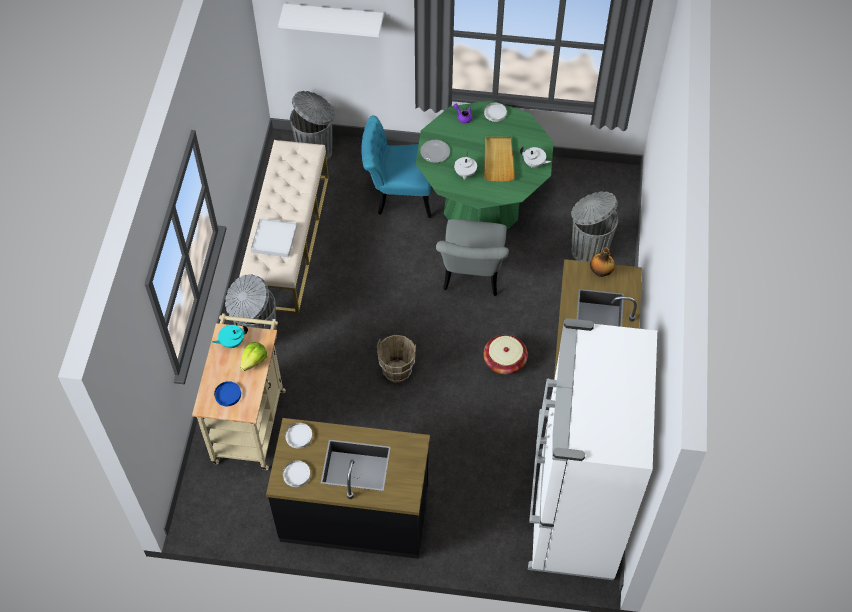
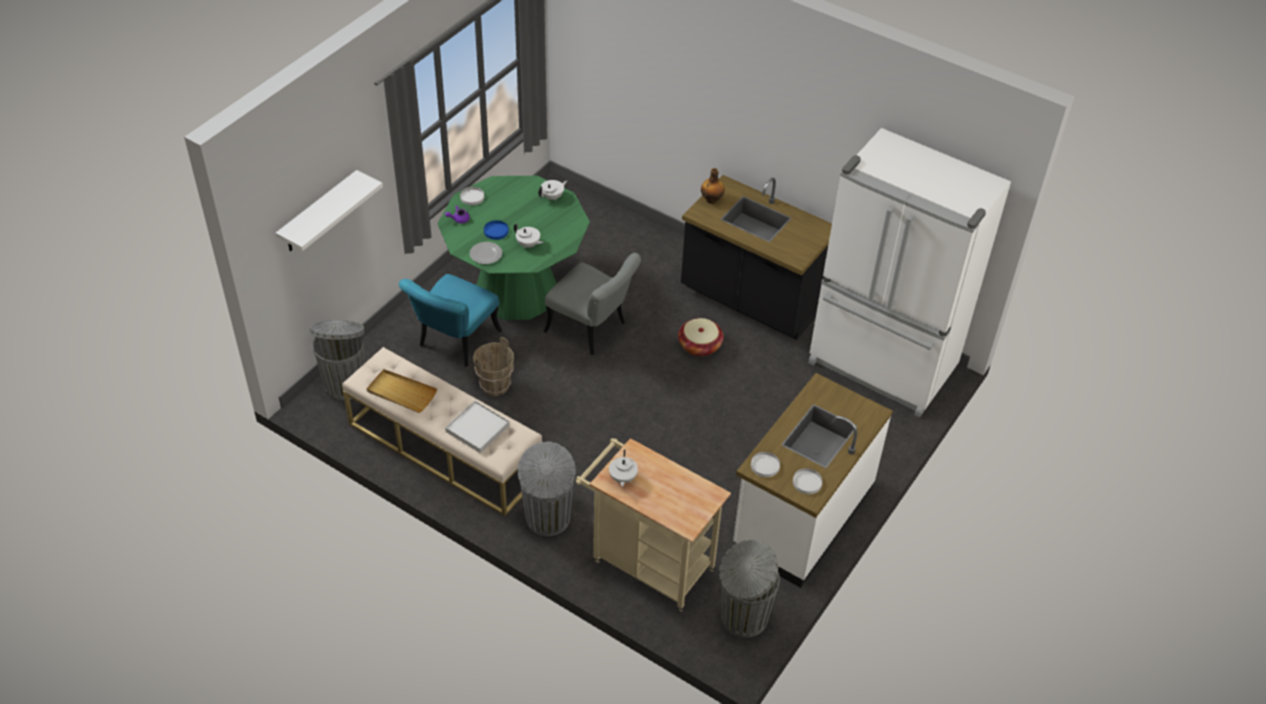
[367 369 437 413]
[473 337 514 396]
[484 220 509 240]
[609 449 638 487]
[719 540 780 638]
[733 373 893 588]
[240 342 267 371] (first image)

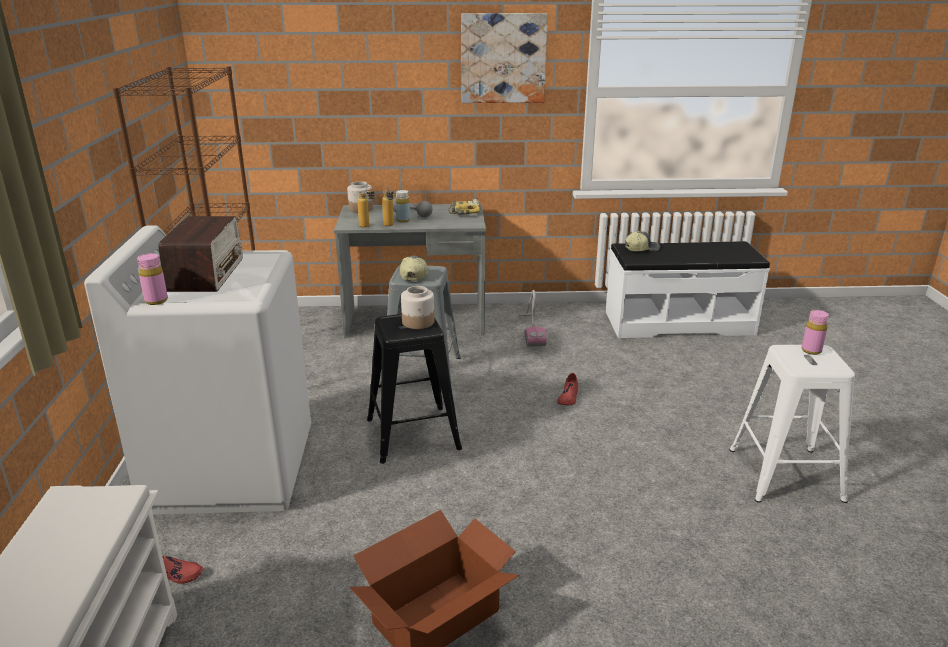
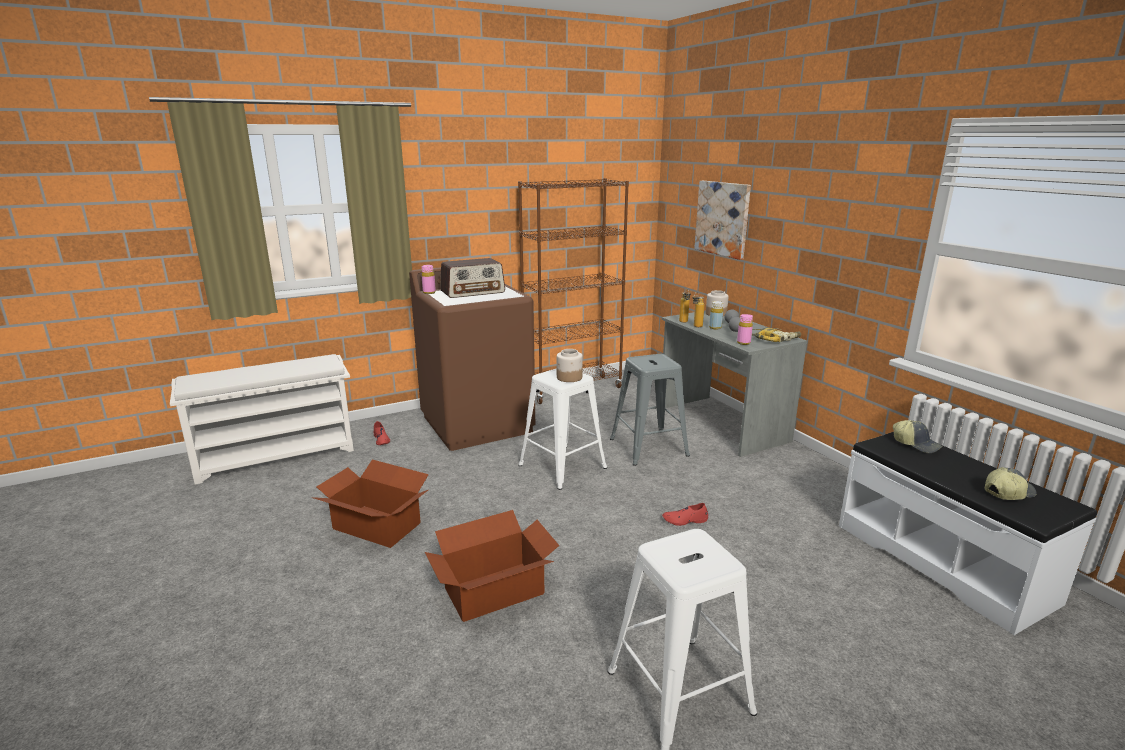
[409 267 535 451]
[425 510 559 622]
[518 368 607 490]
[694 181 751 260]
[737 314 753 345]
[985 467 1037 500]
[518 290 547 346] (first image)

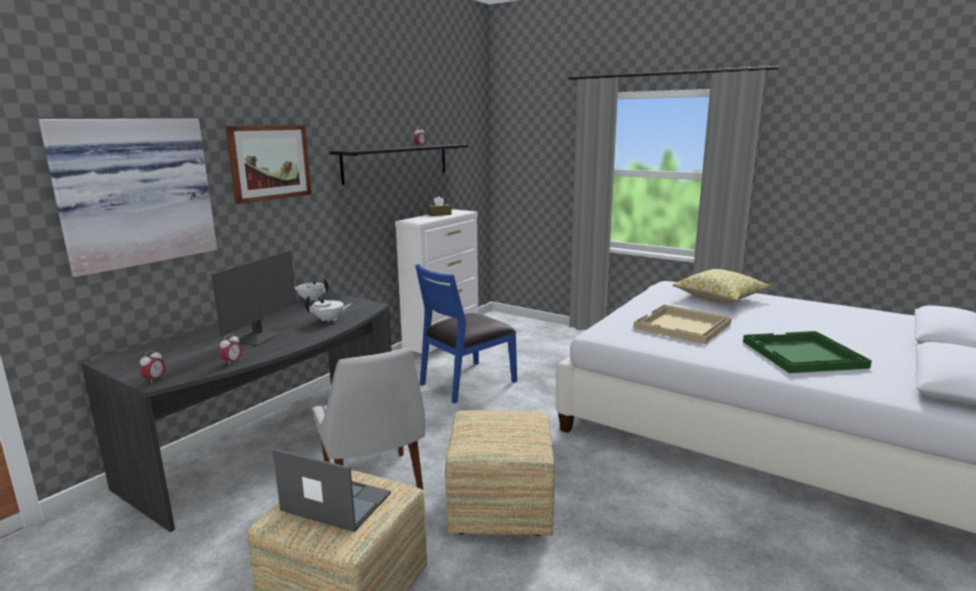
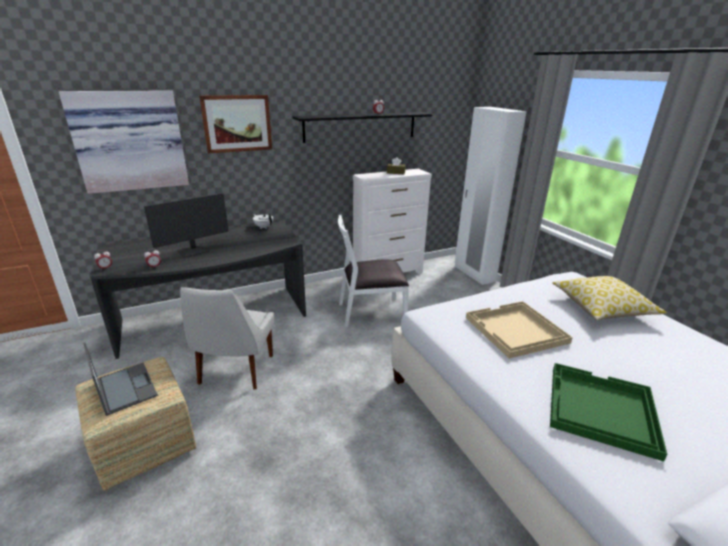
[338 215 409 328]
[455 107 527 285]
[305 295 352 323] (first image)
[445 410 555 536] (first image)

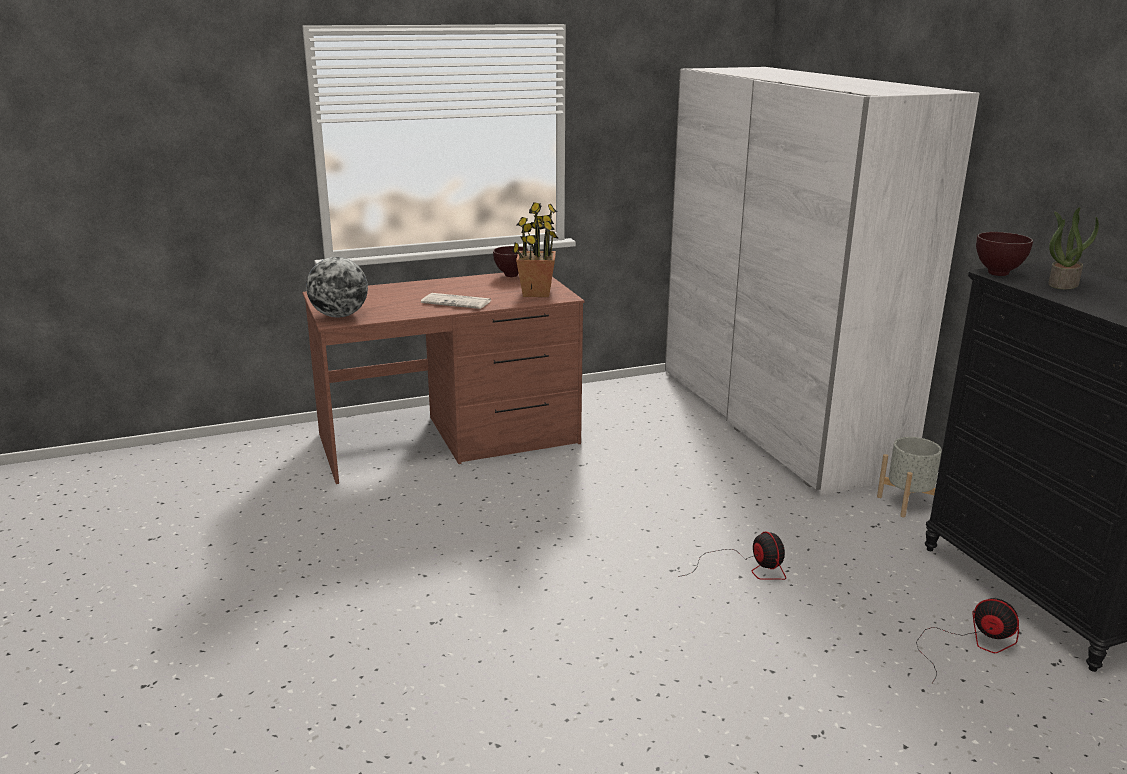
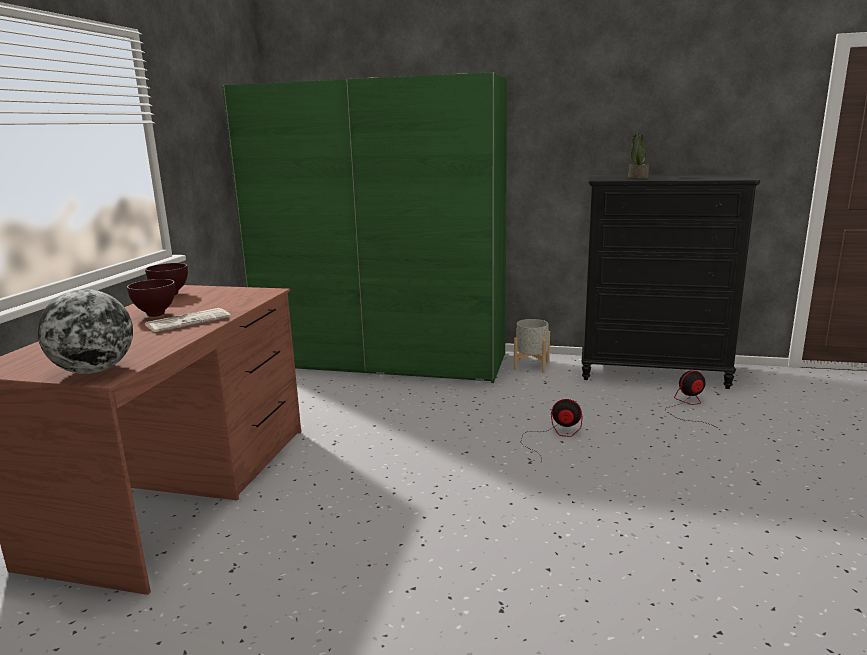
[127 279 175 317]
[222 72 507 383]
[512 202 559 297] (first image)

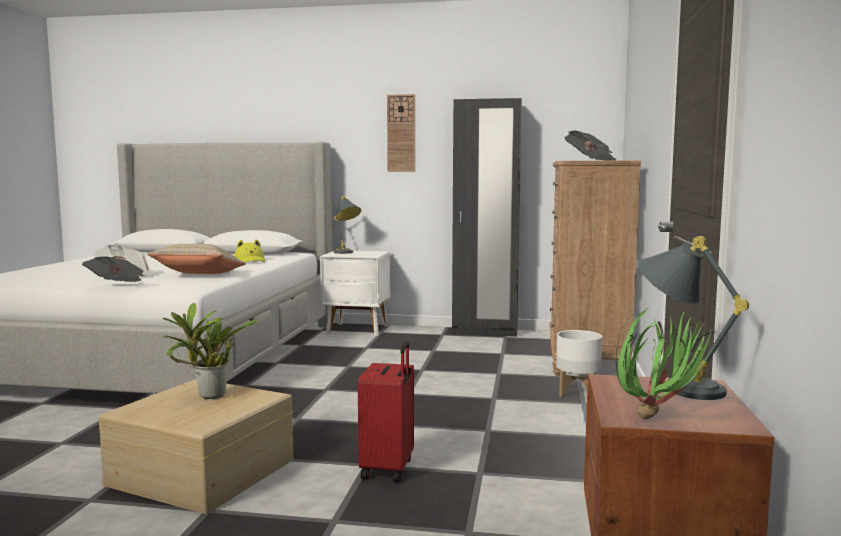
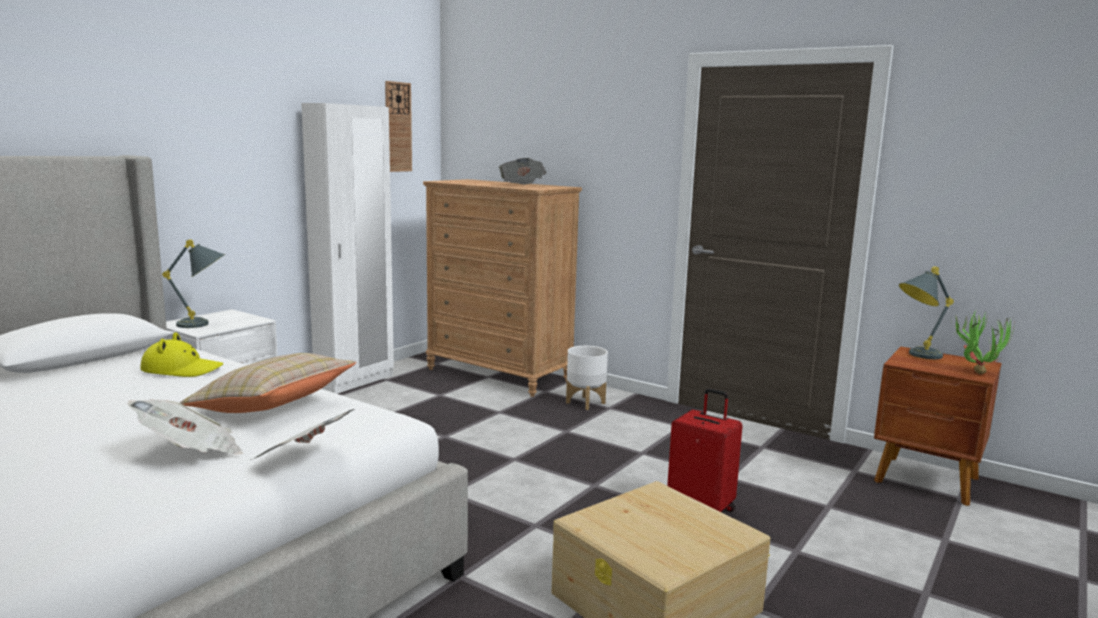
[301 103 394 394]
[385 81 412 172]
[163 303 258 399] (first image)

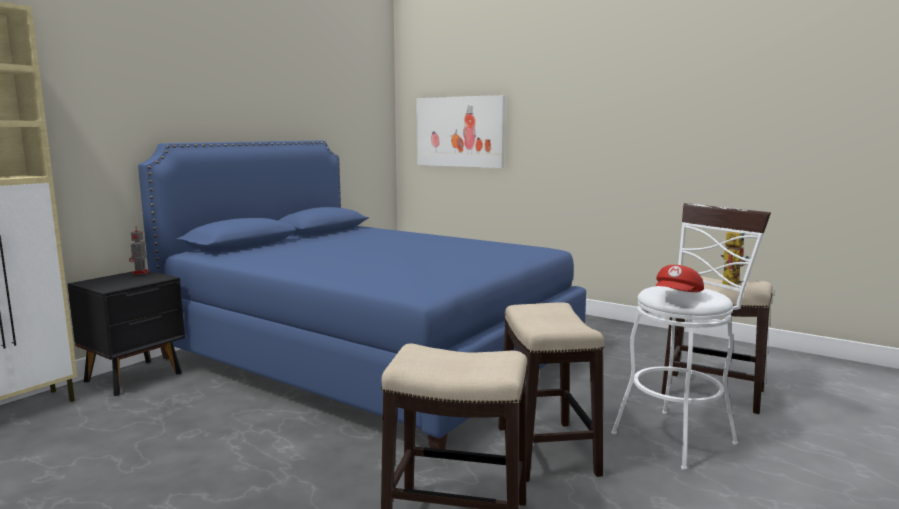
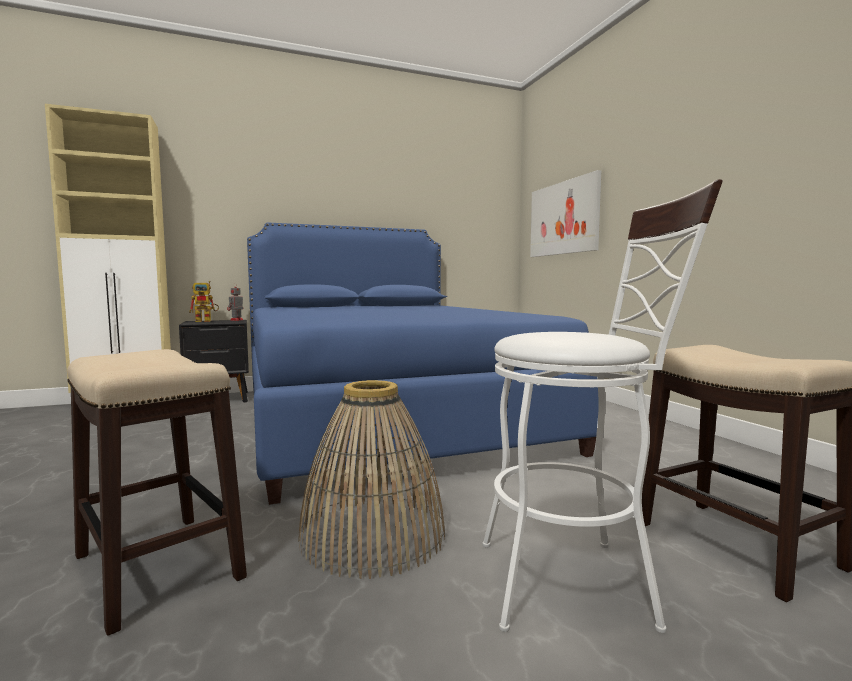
[189 281 219 322]
[299 380 445 579]
[655 265 704 292] (first image)

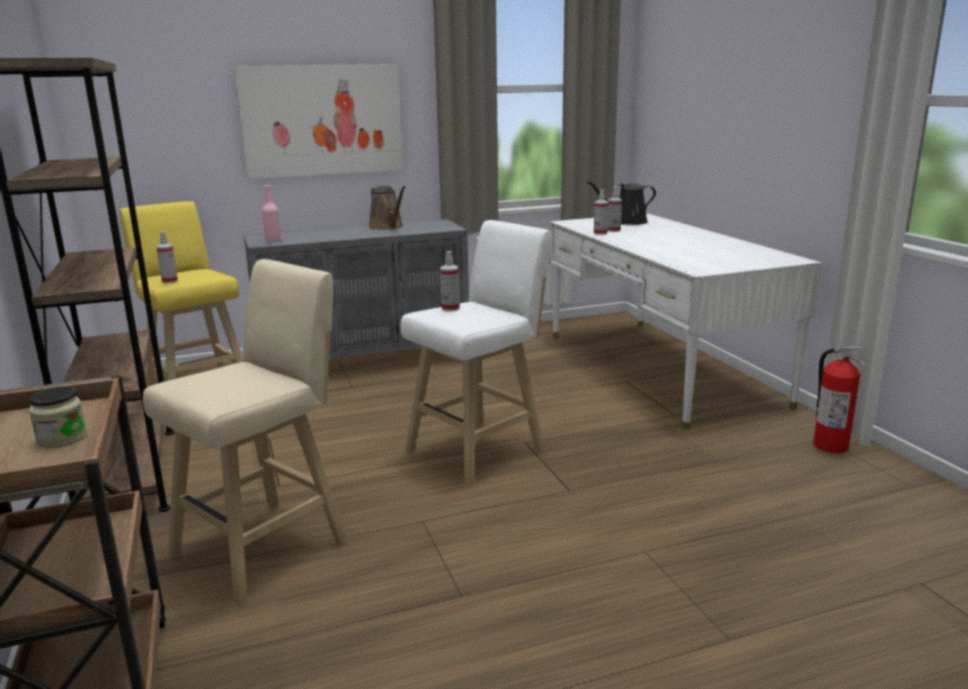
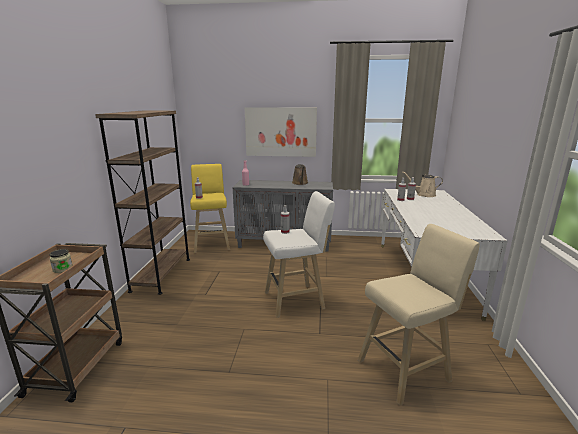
[358 224 480 405]
[403 172 443 197]
[813 347 866 453] (first image)

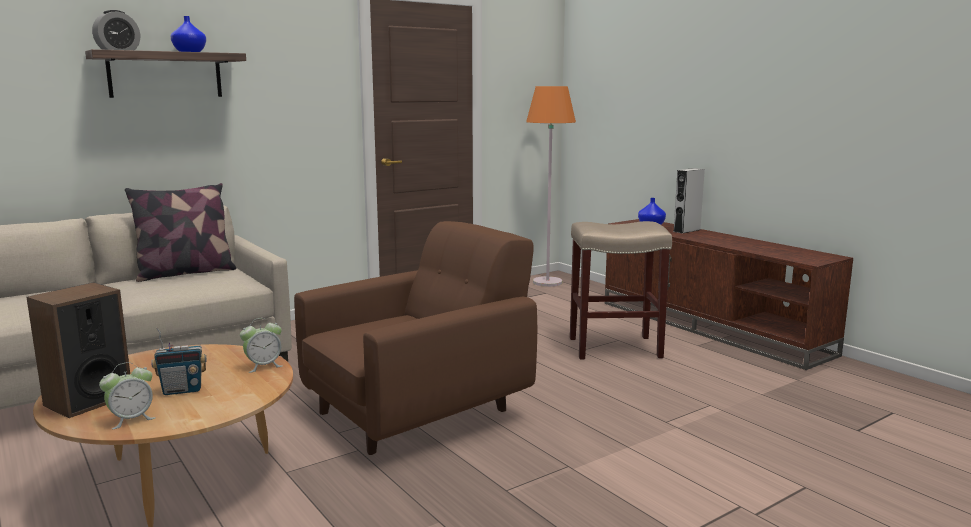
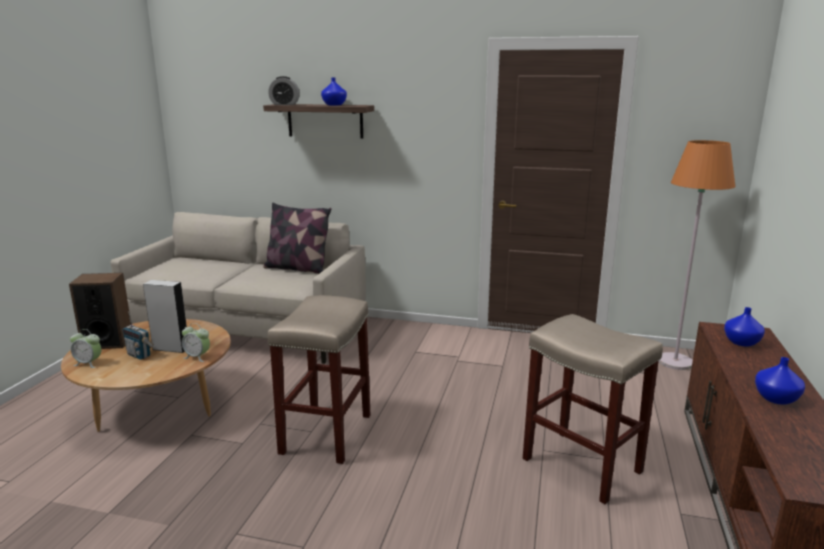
[143 280 187 353]
[267 295 370 464]
[755 357 805 405]

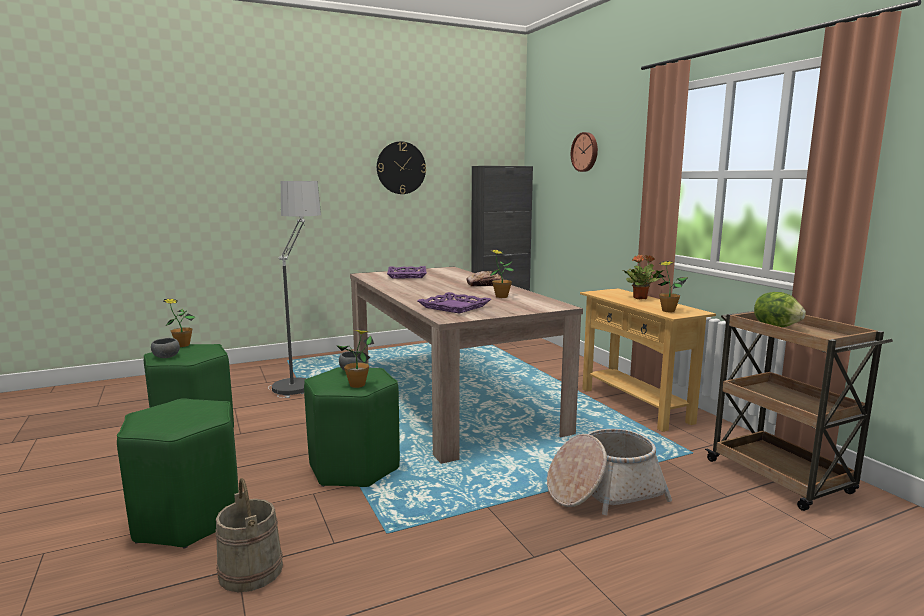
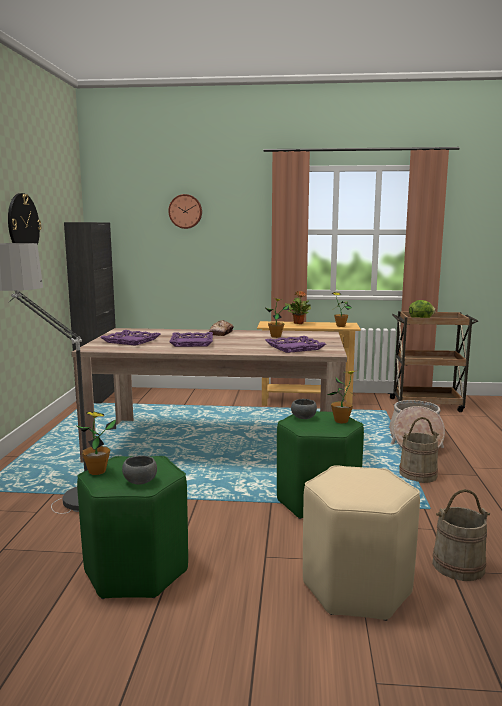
[169 332 213 347]
[303 465 420 621]
[399 417 439 483]

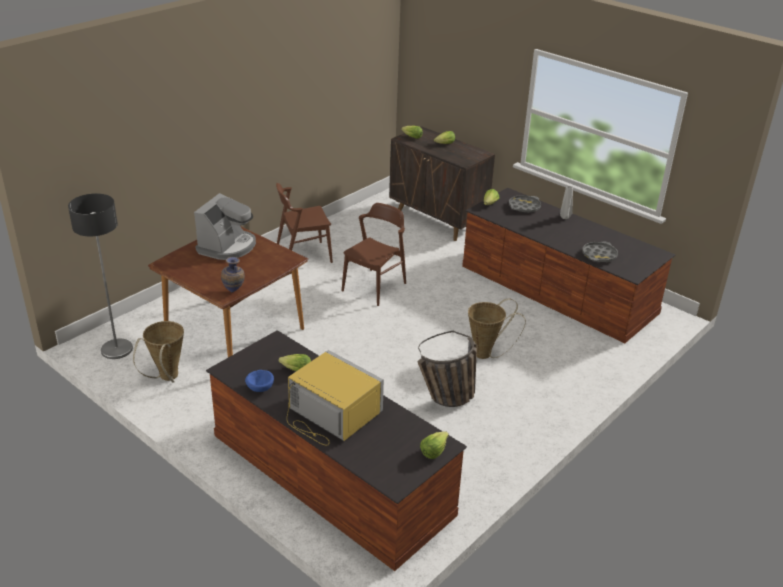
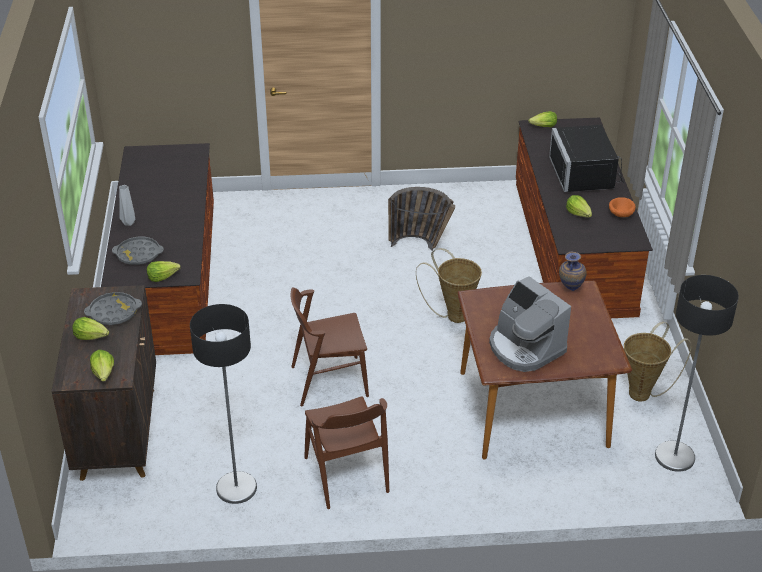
[84 292 142 325]
[190 304 257 504]
[304 396 389 509]
[416 248 482 323]
[489 276 571 372]
[549 125 625 192]
[609 197 636 217]

